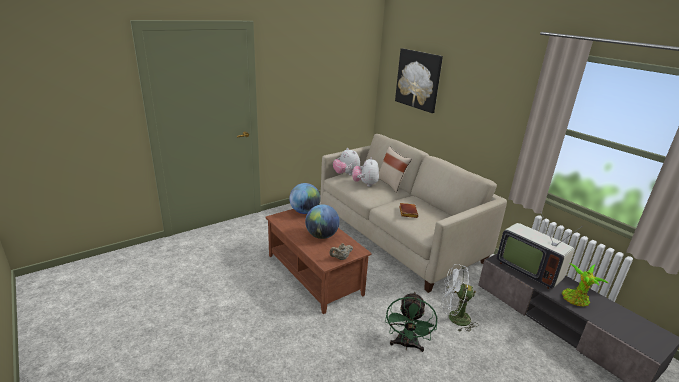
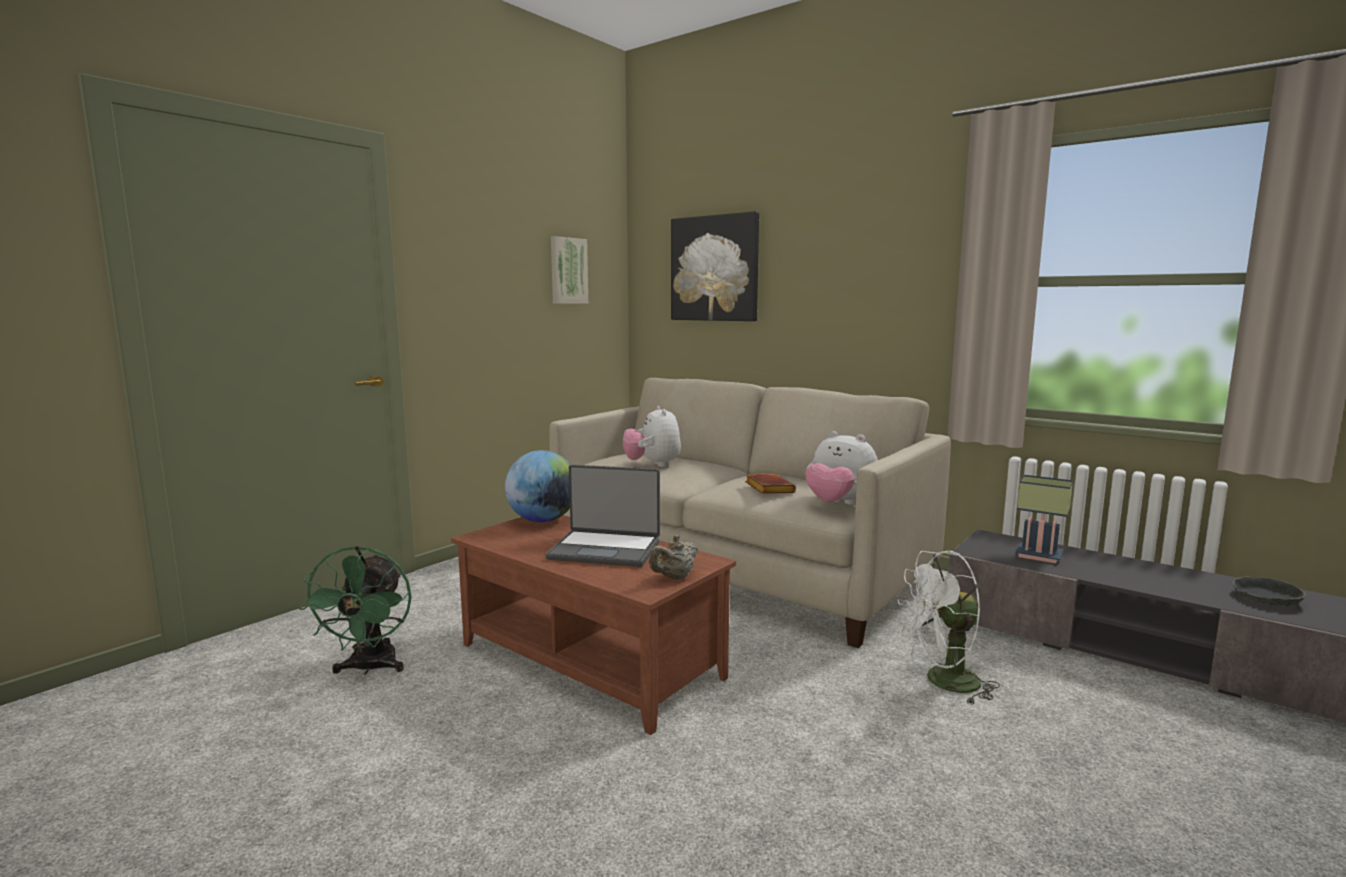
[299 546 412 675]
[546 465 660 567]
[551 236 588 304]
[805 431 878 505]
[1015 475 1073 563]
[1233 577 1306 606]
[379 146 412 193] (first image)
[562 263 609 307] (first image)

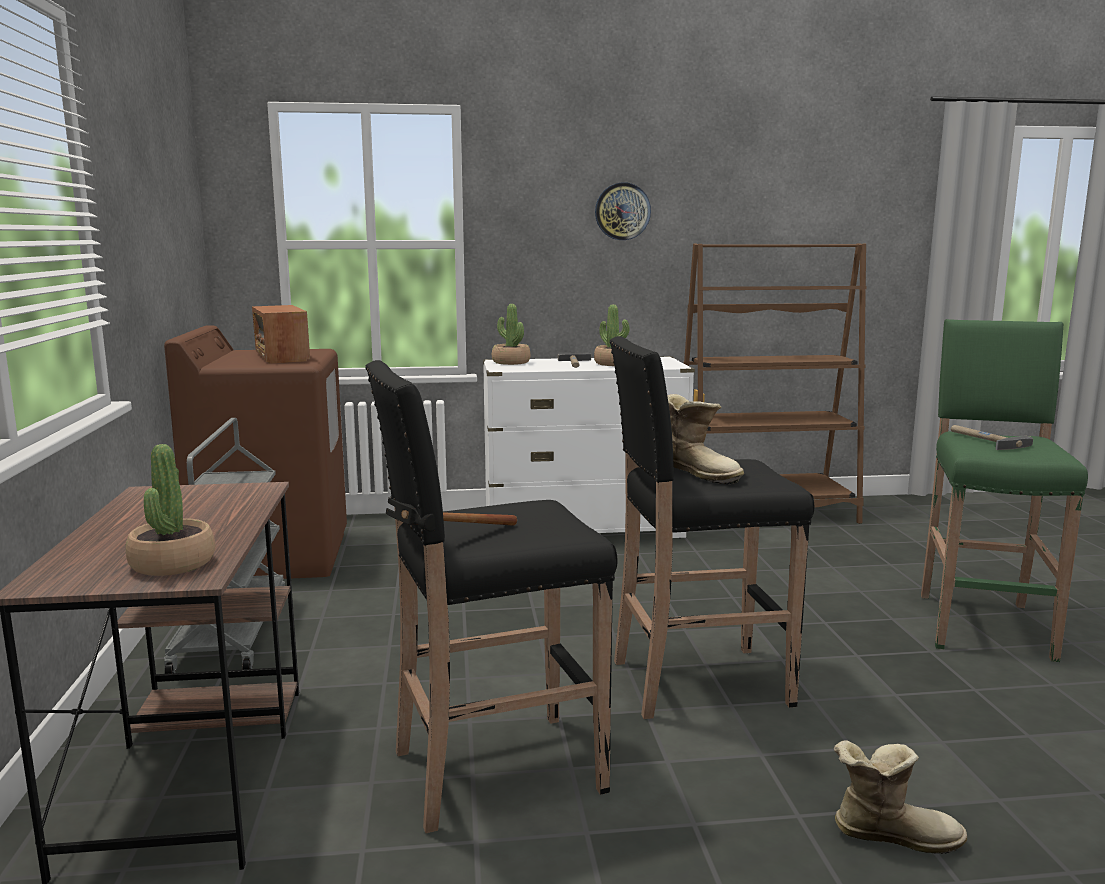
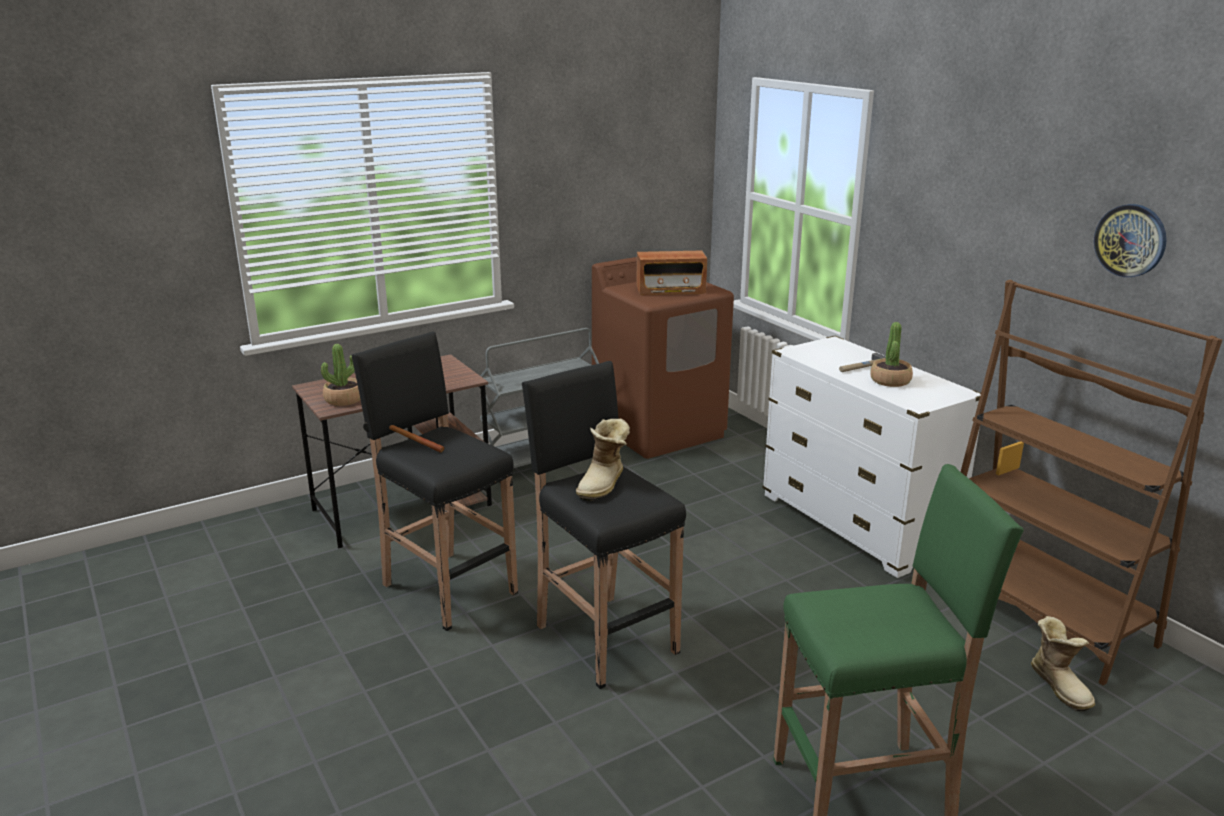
[636 250 707 295]
[1031 616 1095 711]
[1094 204 1167 277]
[492 304 530 365] (first image)
[951 425 1033 450] (first image)

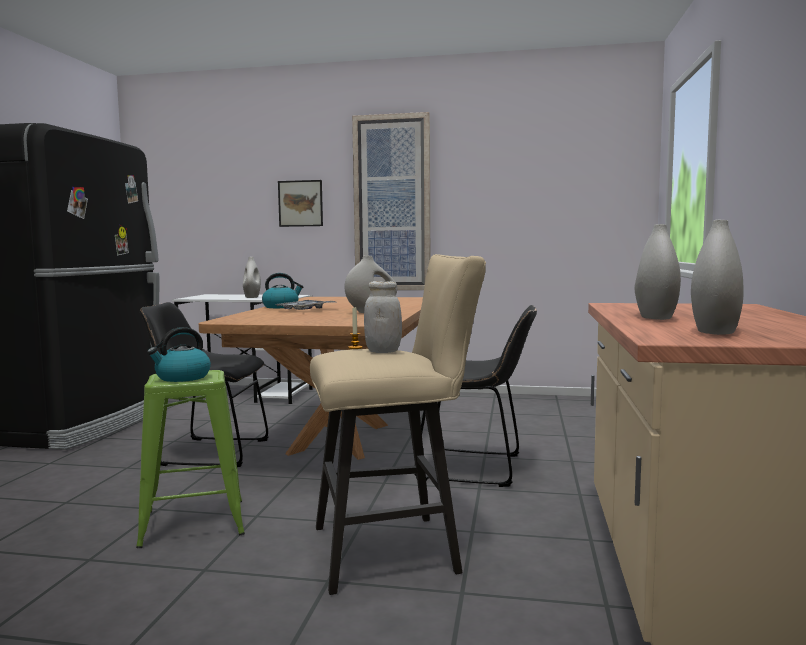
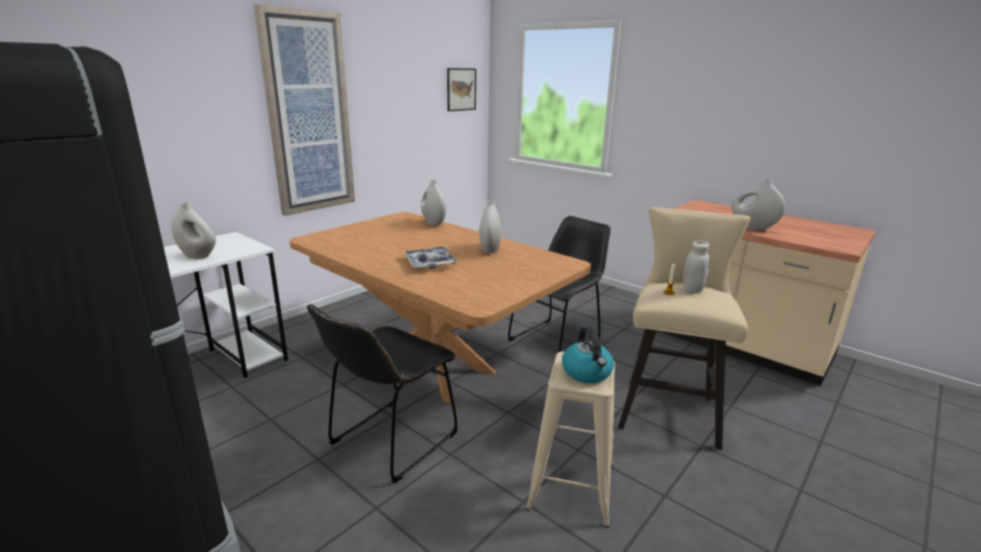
[421 180 446 226]
[447 68 476 111]
[526 352 615 528]
[262 273 304 308] (first image)

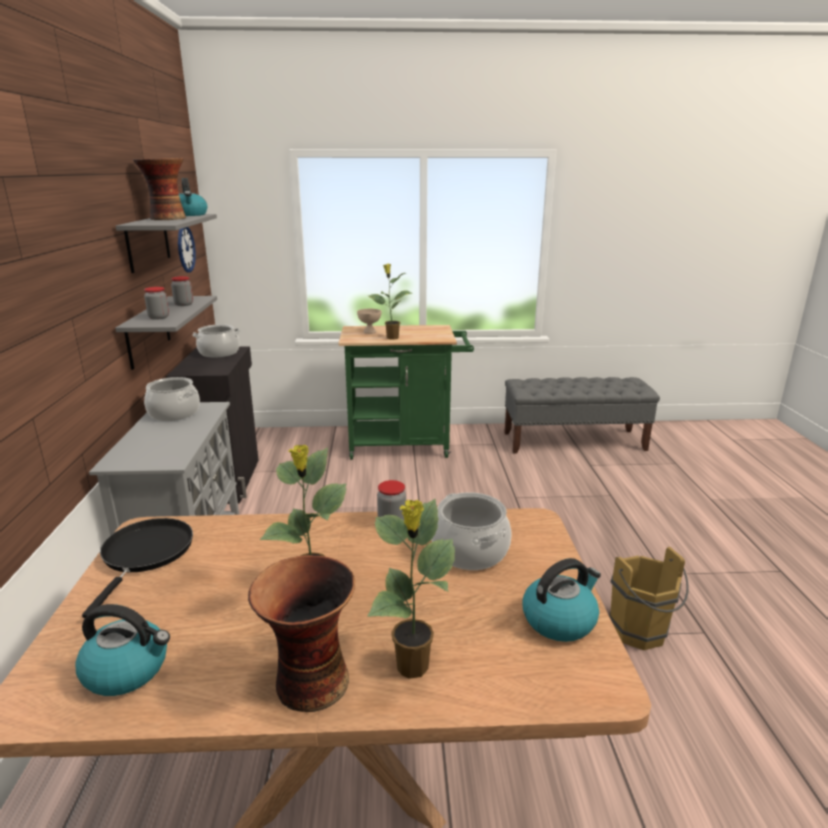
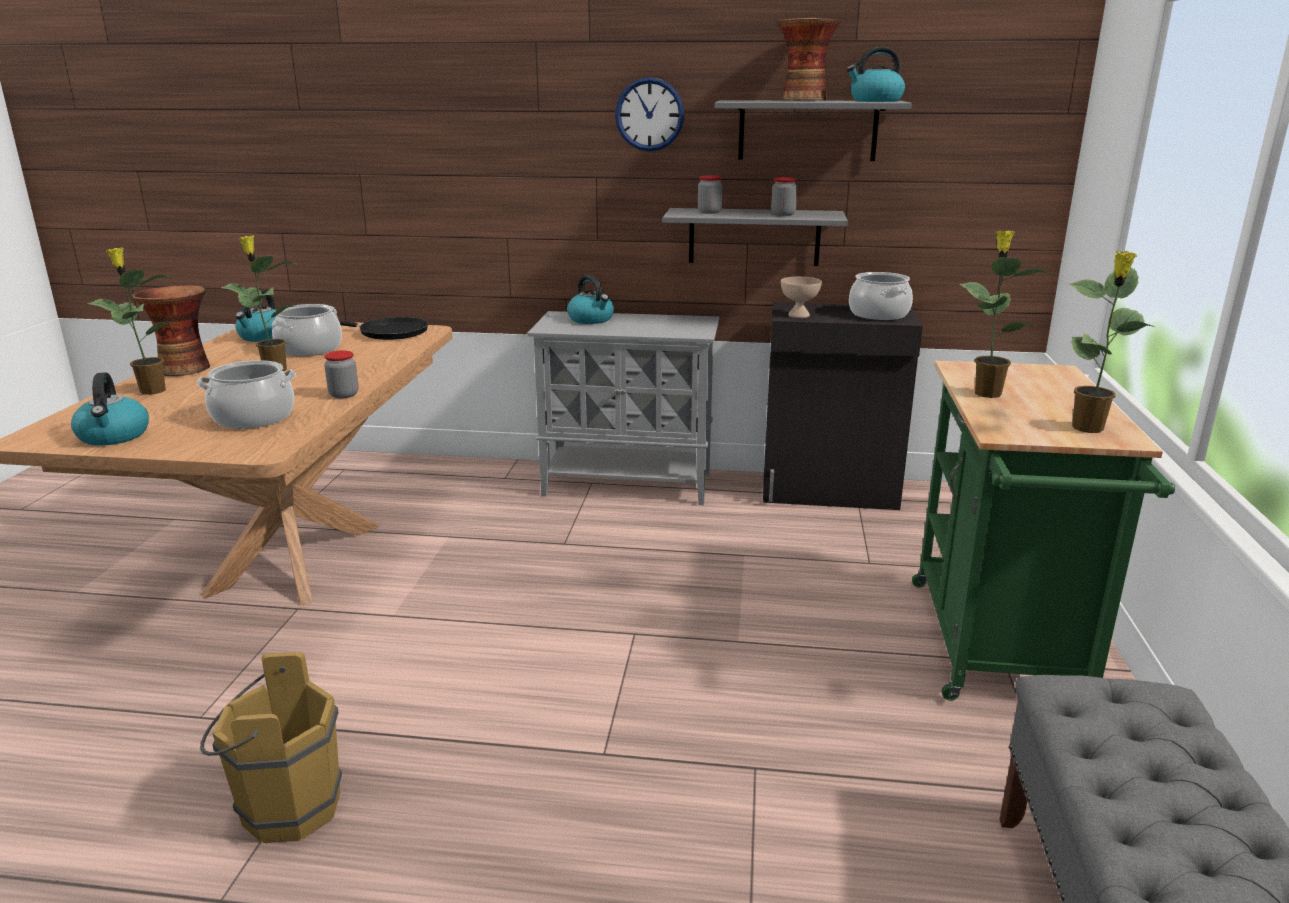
[272 304 342 356]
[567 275 614 324]
[615 77 685 152]
[781 277 822 318]
[1069 251 1155 433]

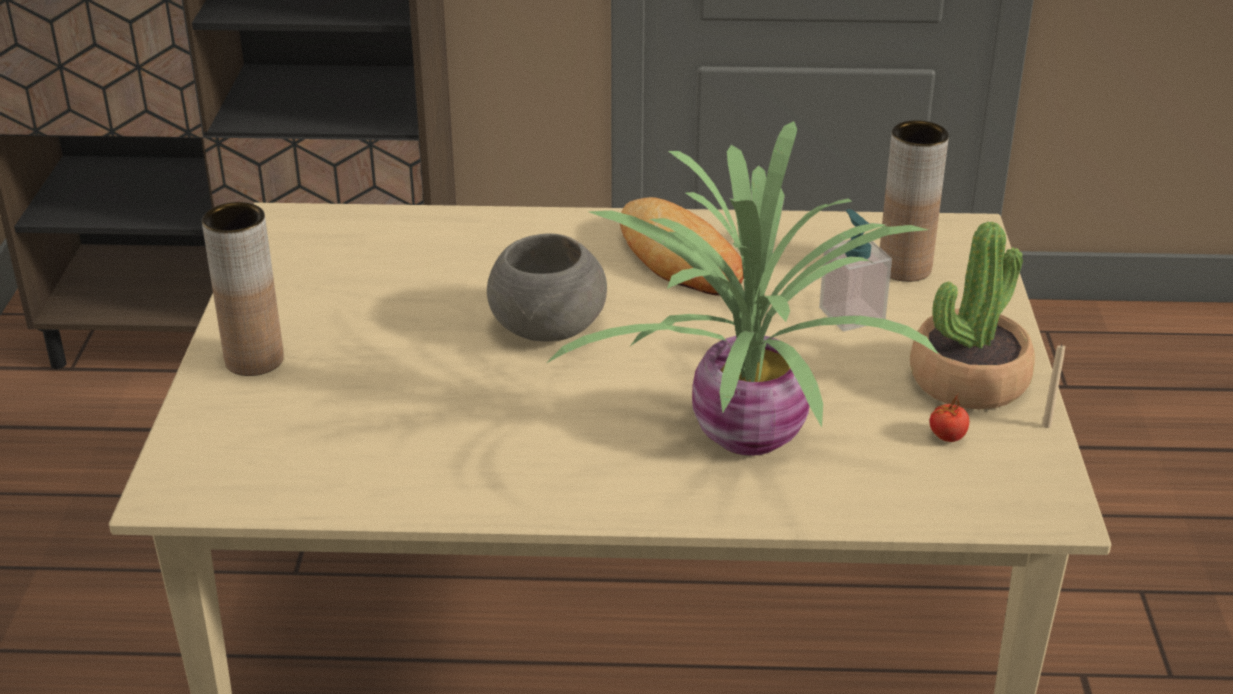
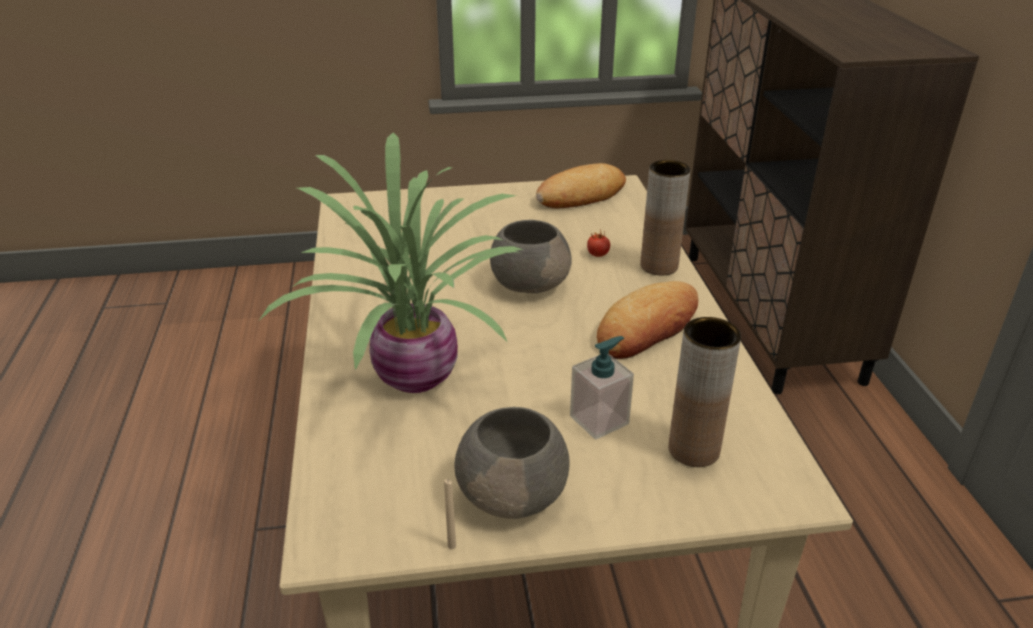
[454 407 570 519]
[536 163 626 208]
[587 229 610 257]
[641 160 690 275]

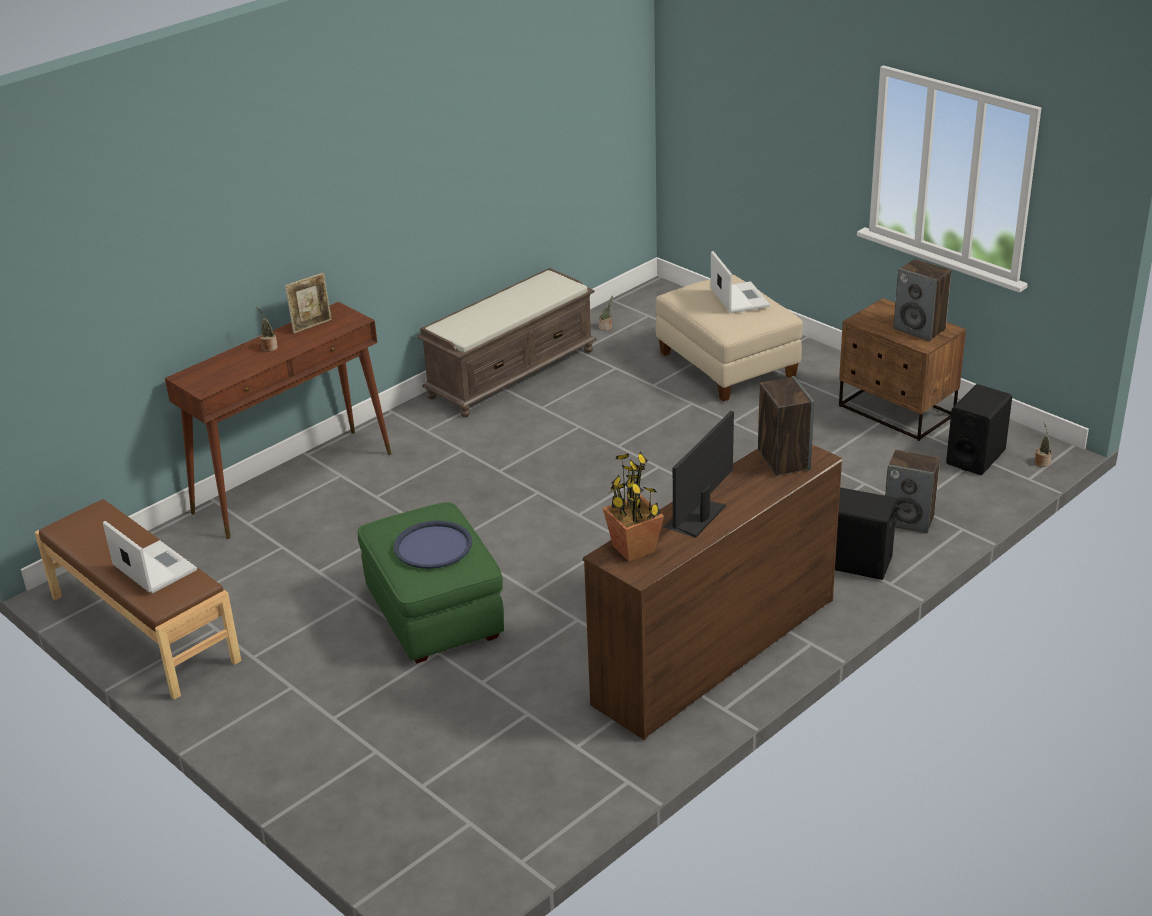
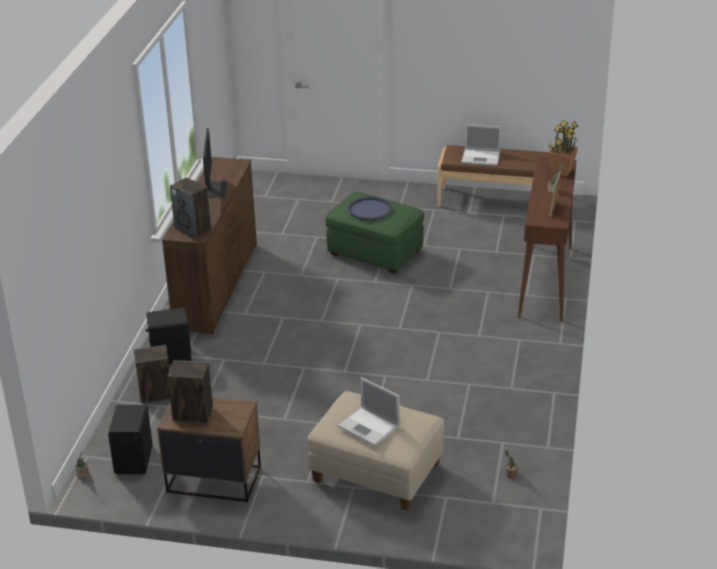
[548 120 578 176]
[417 268 596 417] (first image)

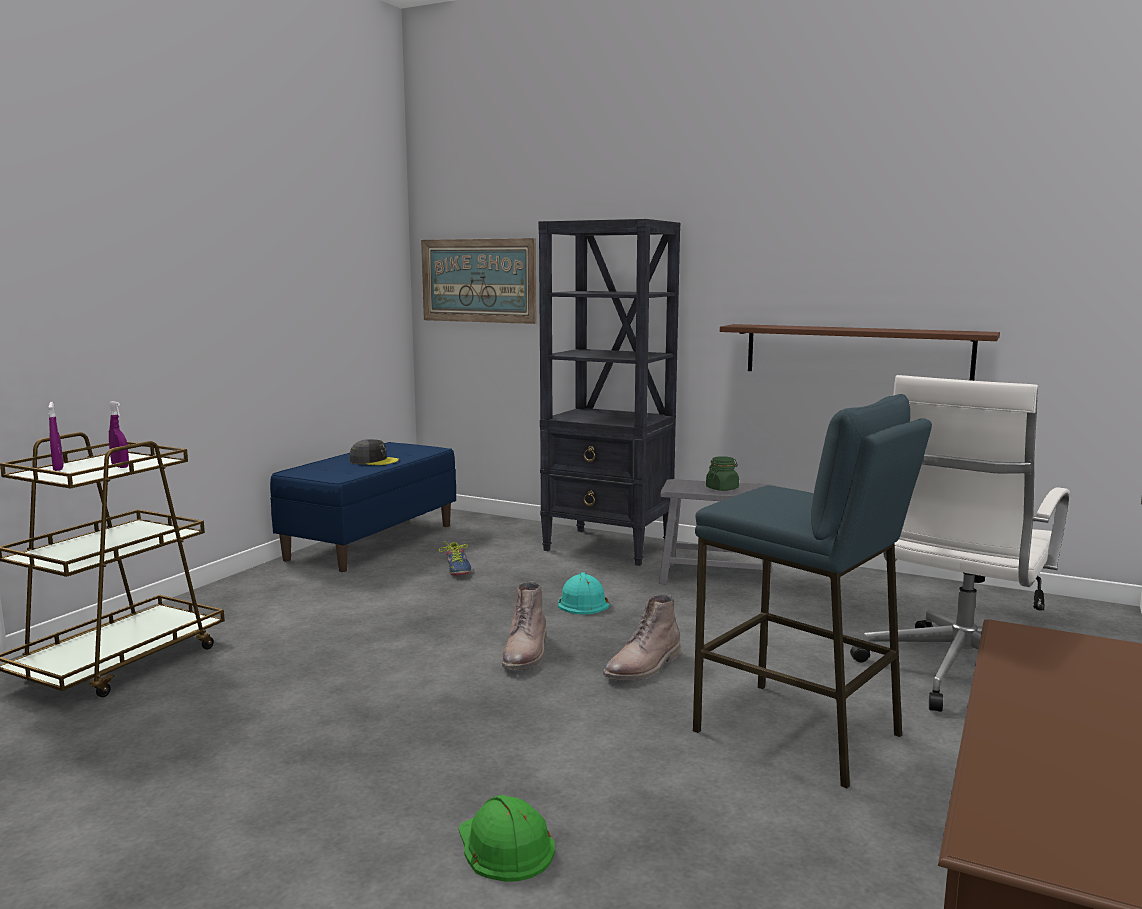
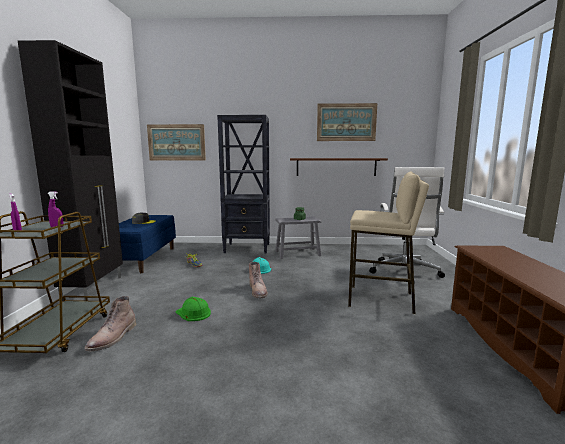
[18 40 123 301]
[84 296 136 351]
[176 297 211 321]
[317 103 377 141]
[348 171 429 314]

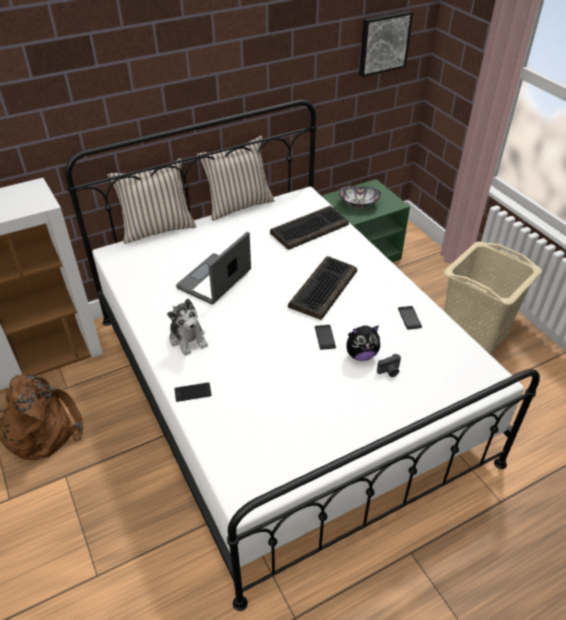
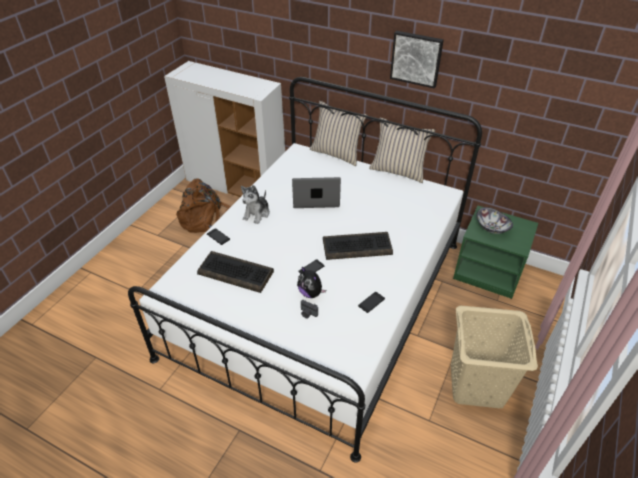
[197 251 274 293]
[390 31 444 88]

